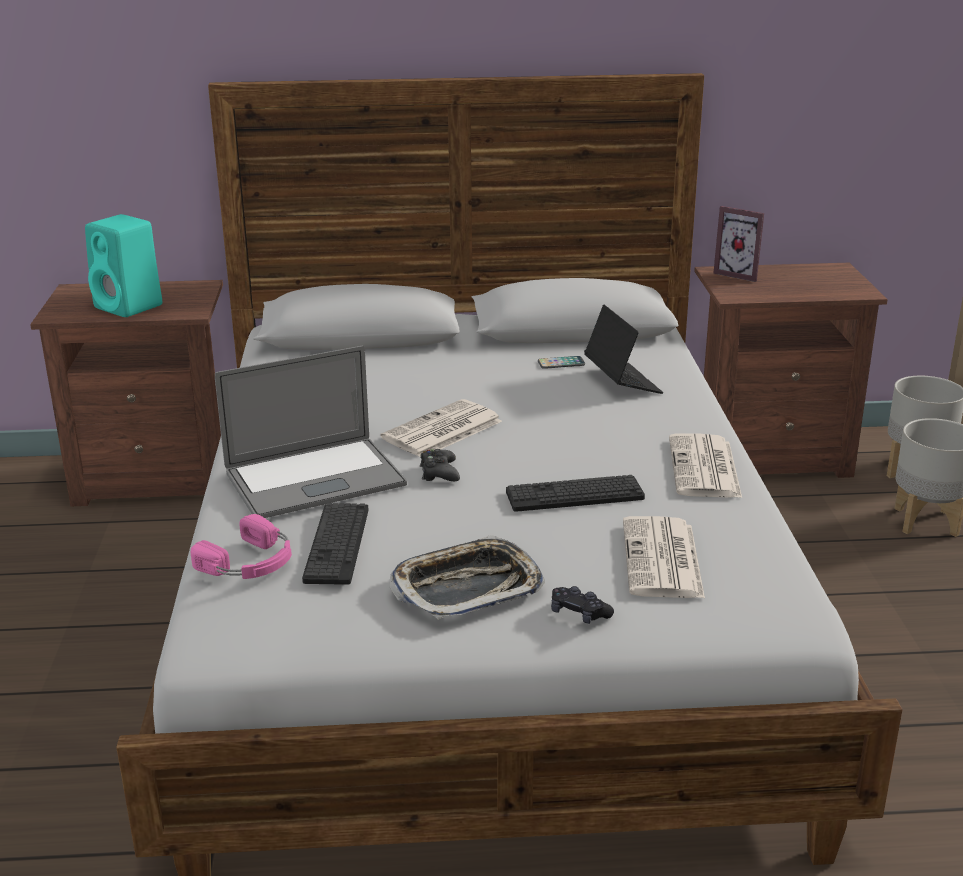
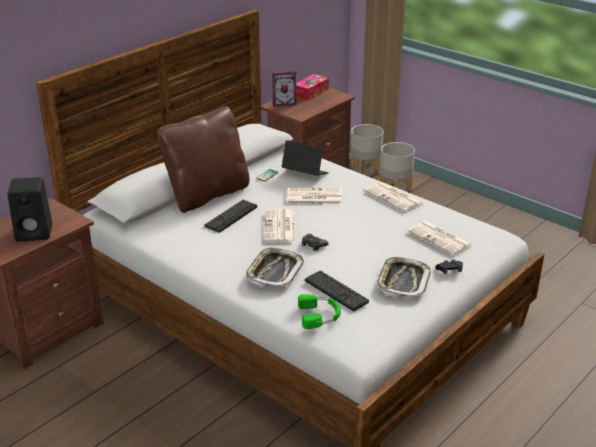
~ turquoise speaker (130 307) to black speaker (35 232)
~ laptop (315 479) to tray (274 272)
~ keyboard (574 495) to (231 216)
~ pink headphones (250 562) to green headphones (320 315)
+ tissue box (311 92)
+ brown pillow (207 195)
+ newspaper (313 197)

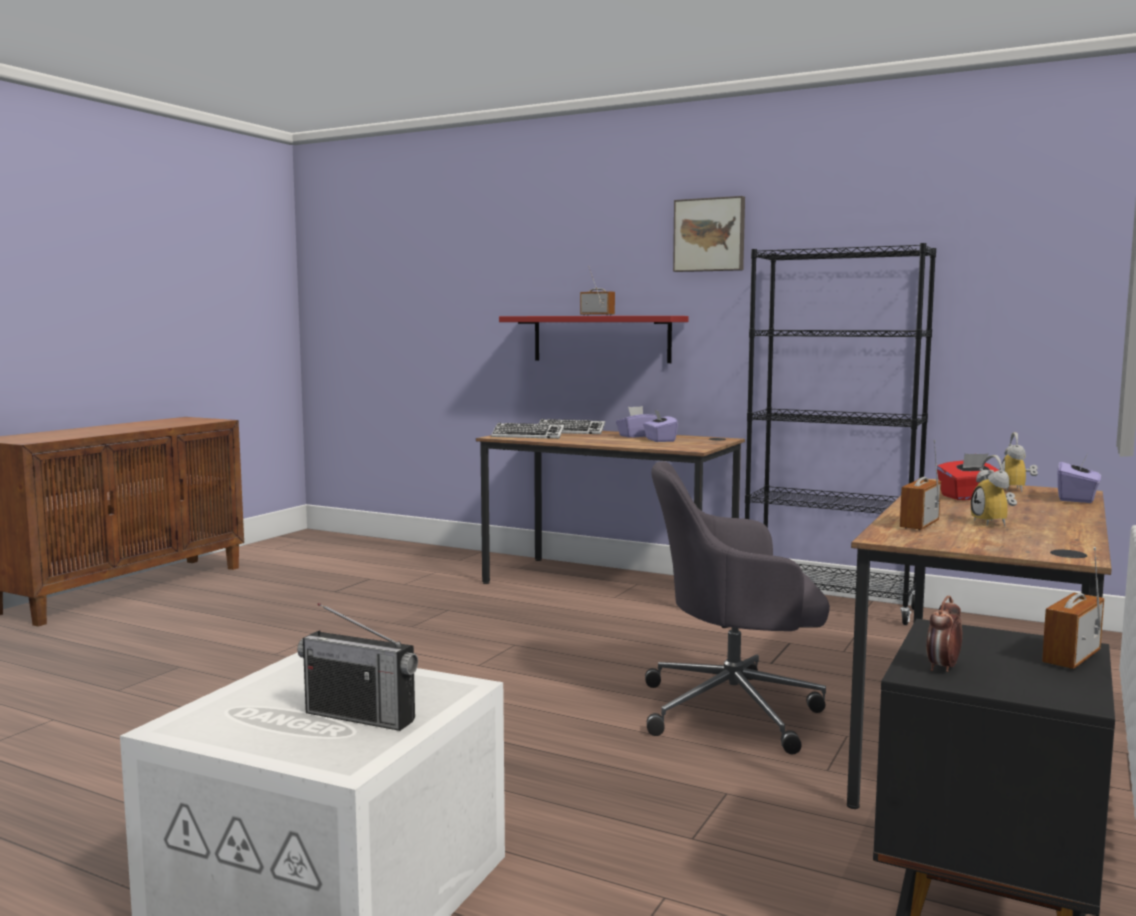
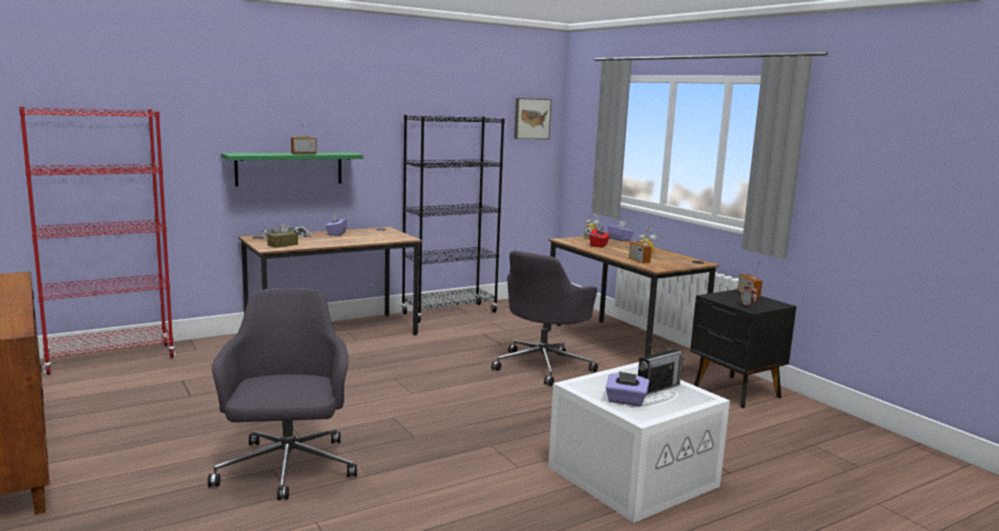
~ picture (709 235) to (531 118)
~ red shelf (601 339) to green shelf (289 168)
~ purple tissue box (659 440) to (625 401)
~ keyboard (528 436) to brown tissue box (283 245)
+ red bookcase (110 359)
+ grey office chair (287 469)

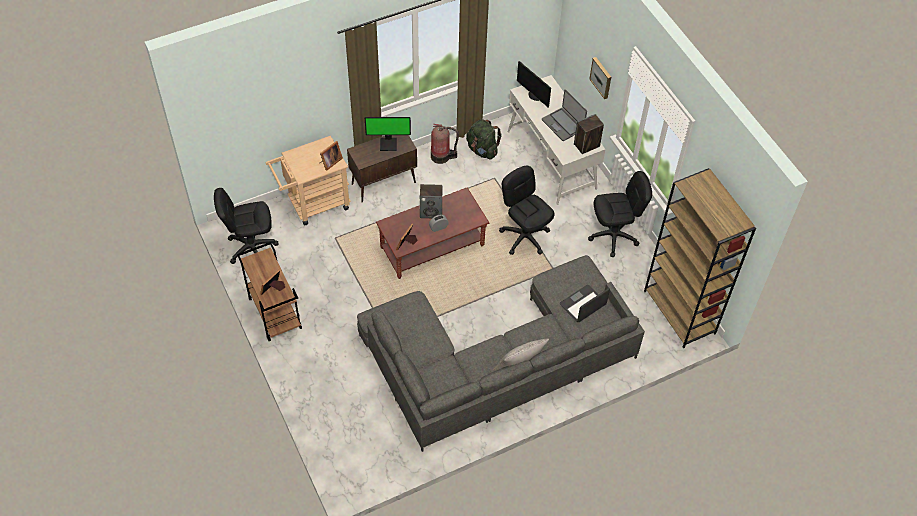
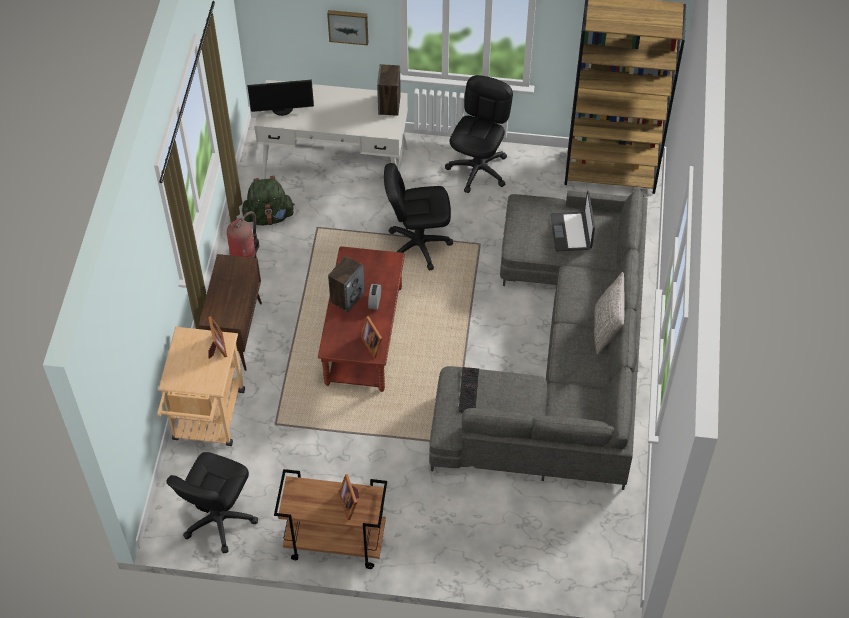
- laptop (563 124)
- monitor (388 143)
+ keyboard (468 389)

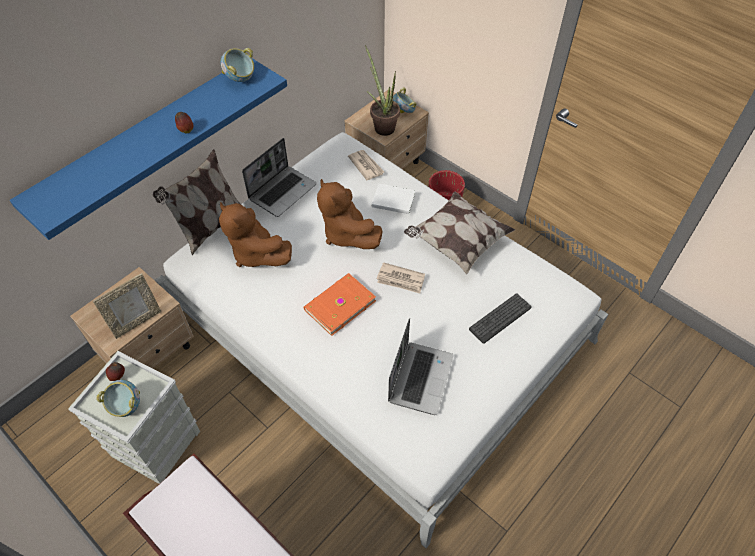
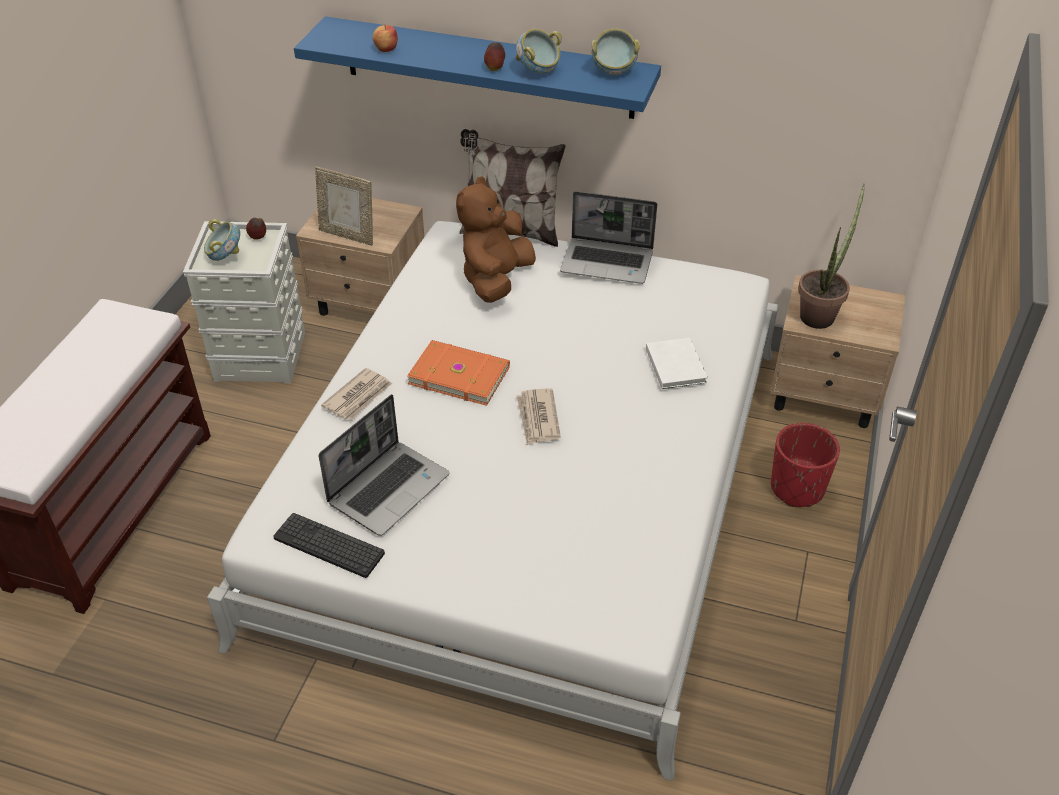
~ bowl (404 112) to (538 72)
~ newspaper (366 165) to (359 397)
- brown plush toy (347 234)
- pillow (457 242)
~ keyboard (500 318) to (329 545)
~ laptop (420 377) = (389 488) 45 degrees counterclockwise
+ apple (386 49)

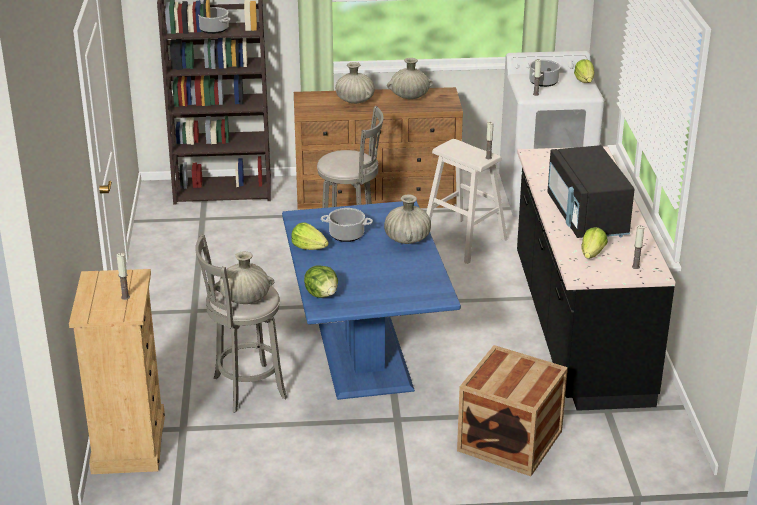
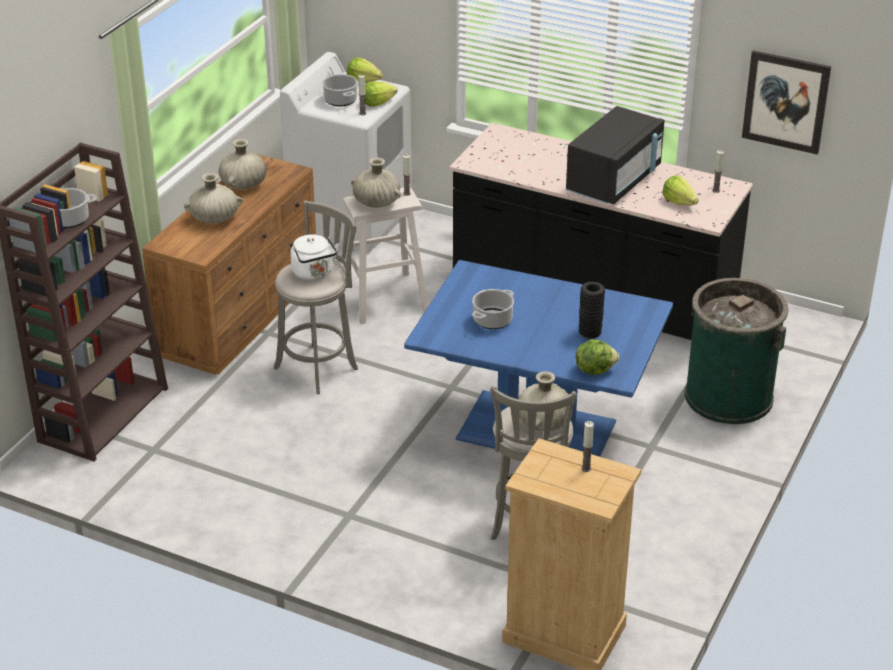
~ black microwave (586 217) = (614 181) 75 degrees counterclockwise
~ beige vase (407 239) to (376 202)
~ lettuce (309 247) to (378 103)
~ crate (510 441) to green trash can (728 396)
+ picture (786 101)
+ white kettle (314 274)
+ black vase (590 331)

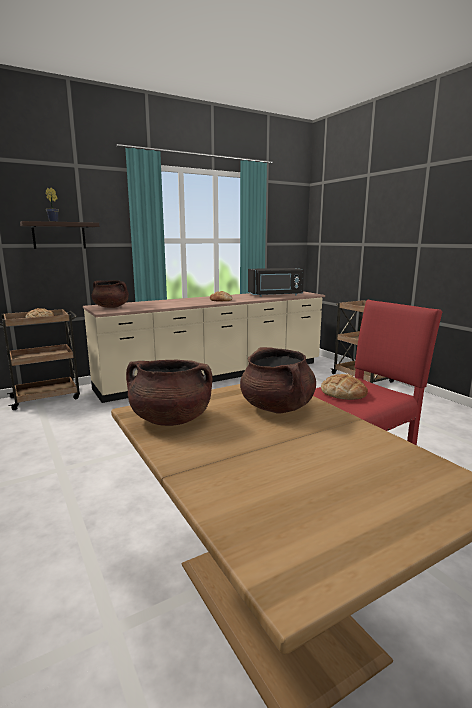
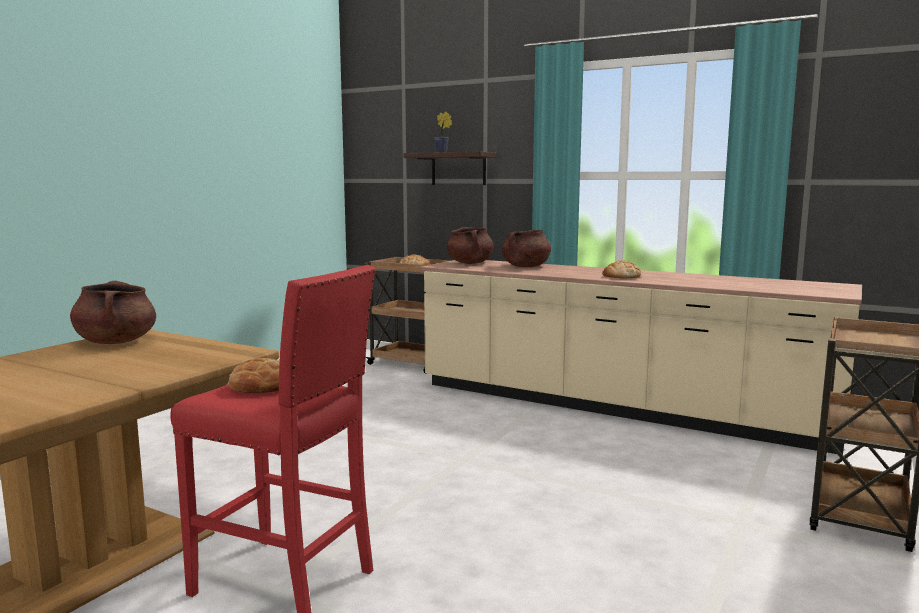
- black microwave (276 295)
~ brown cooking pot (277 408) to (525 266)

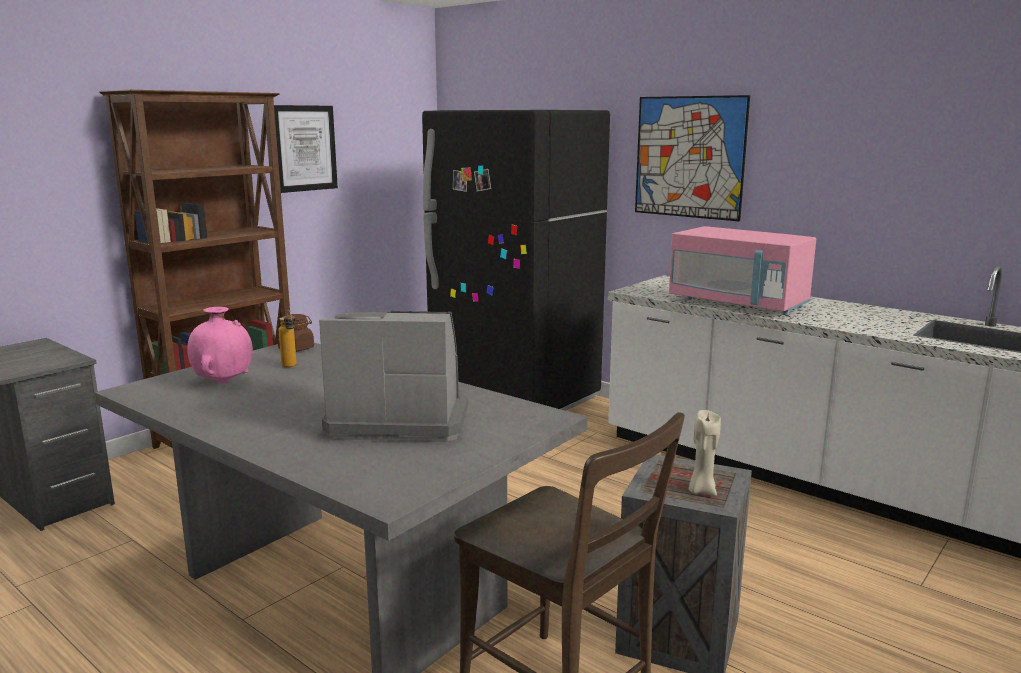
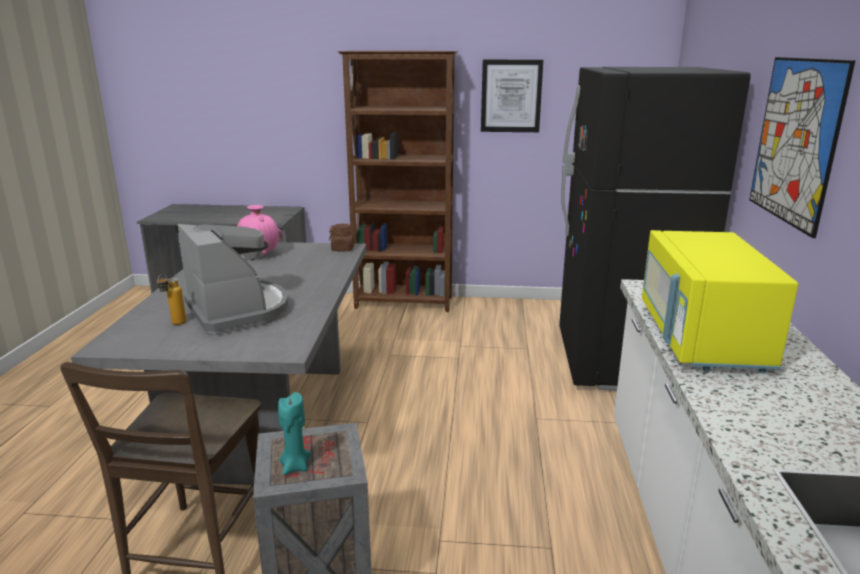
~ pink microwave (738 304) to yellow microwave (701 338)
~ bottle (291 367) to (174 324)
~ beige candle (701 491) to turquoise candle (295 466)

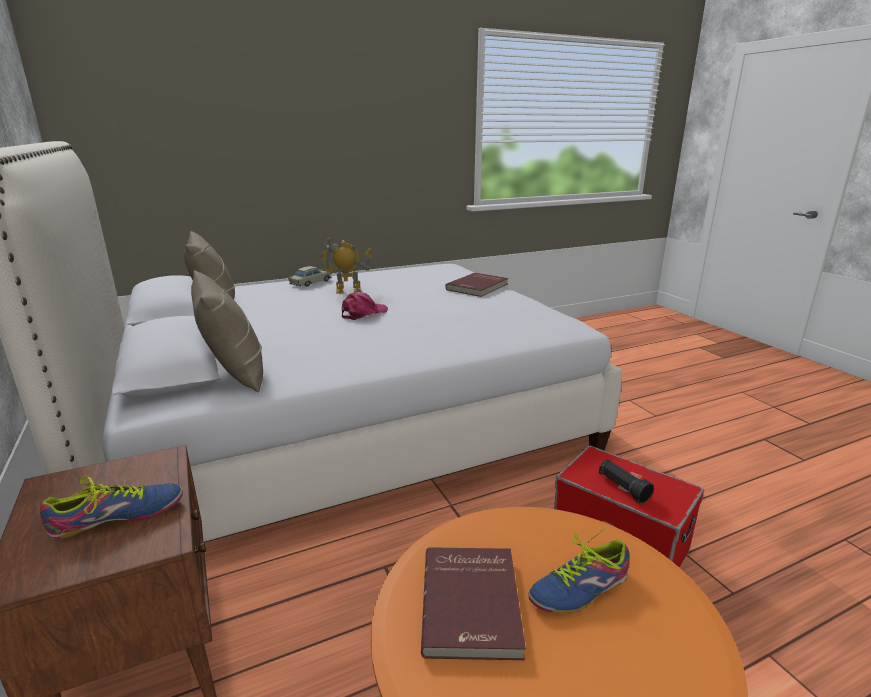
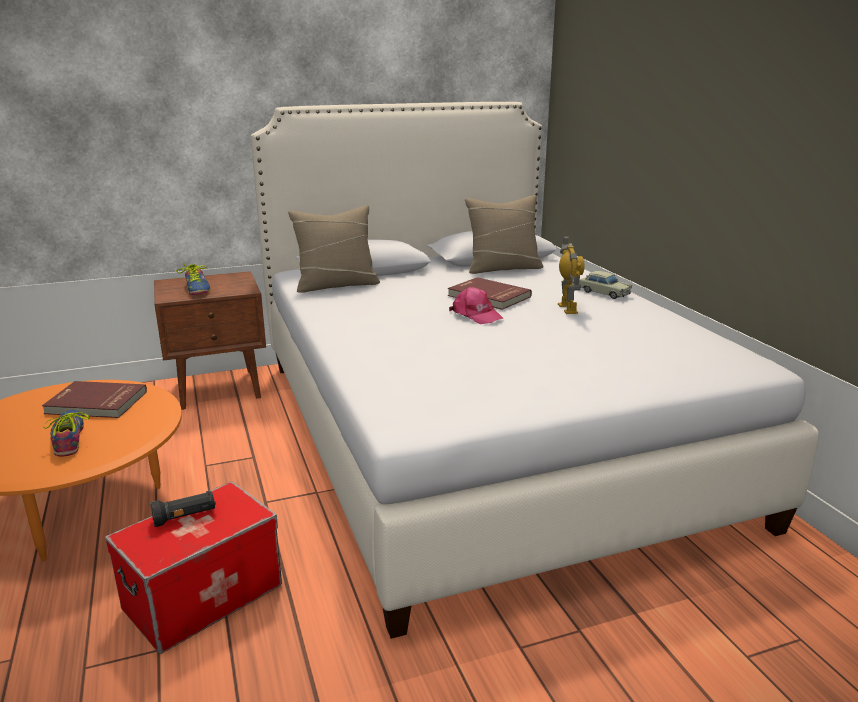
~ red book (478 287) to (488 296)

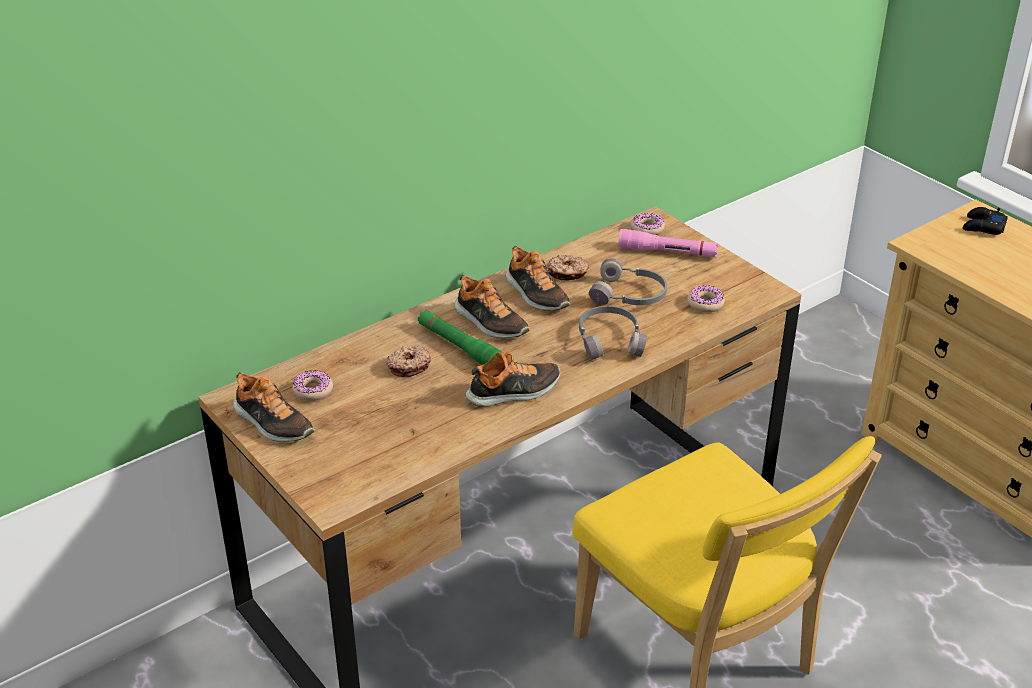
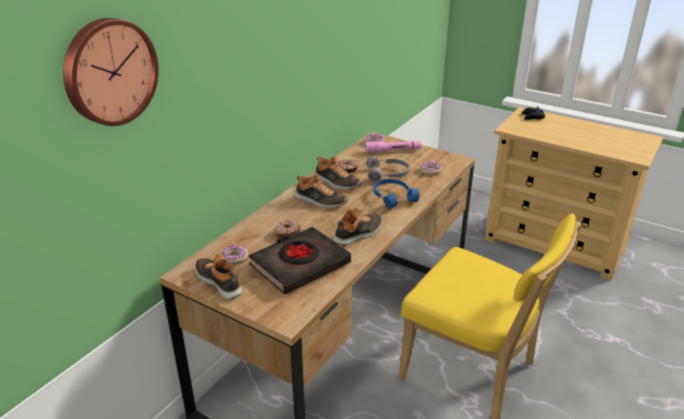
~ grey headphones (610 340) to blue headphones (393 197)
- green flashlight (459 347)
~ shoe (272 423) = (219 282) 150 degrees counterclockwise
+ wall clock (109 71)
+ black book (299 265)

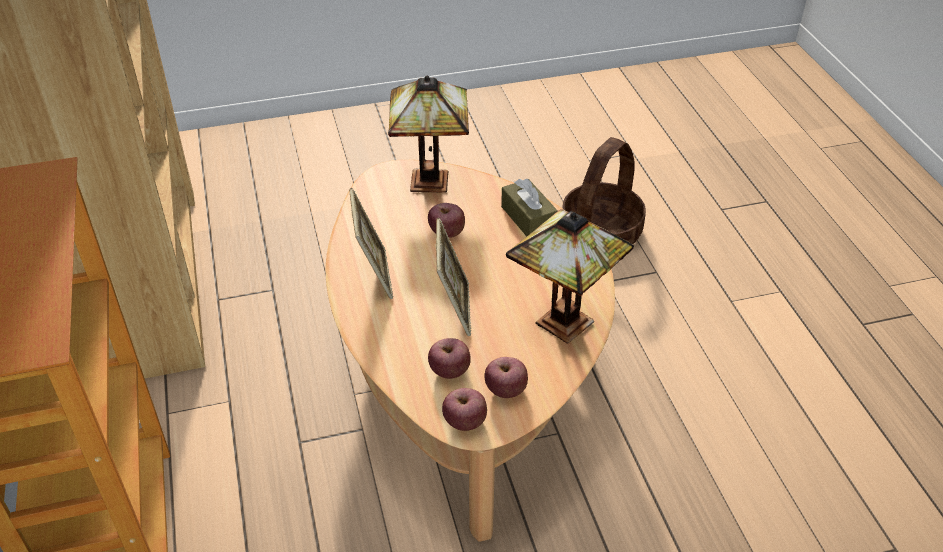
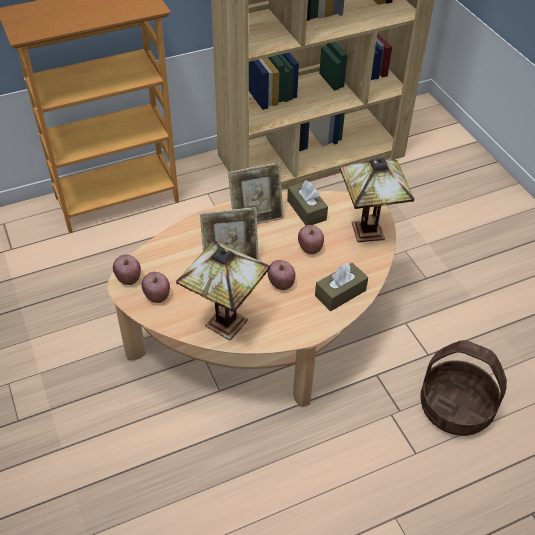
~ apple (450 371) to (281 283)
+ brown tissue box (306 210)

